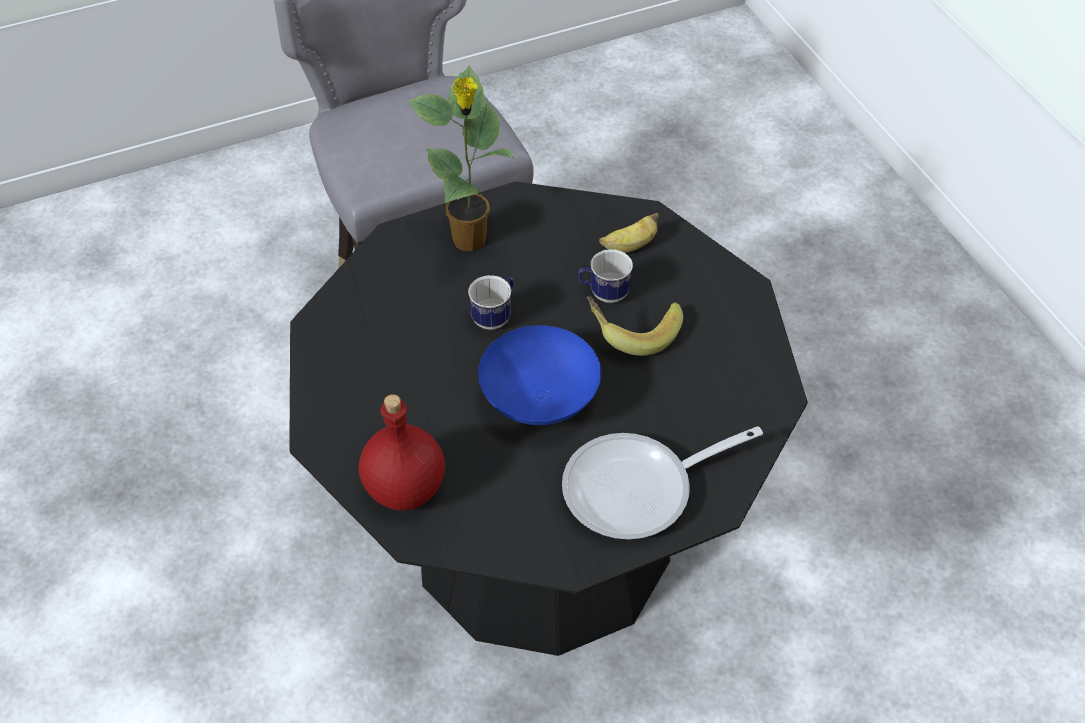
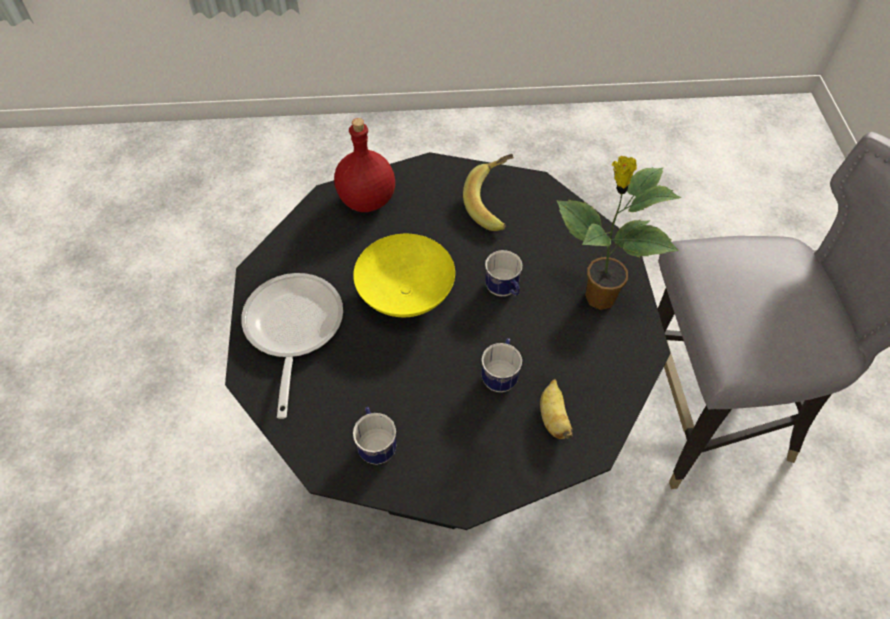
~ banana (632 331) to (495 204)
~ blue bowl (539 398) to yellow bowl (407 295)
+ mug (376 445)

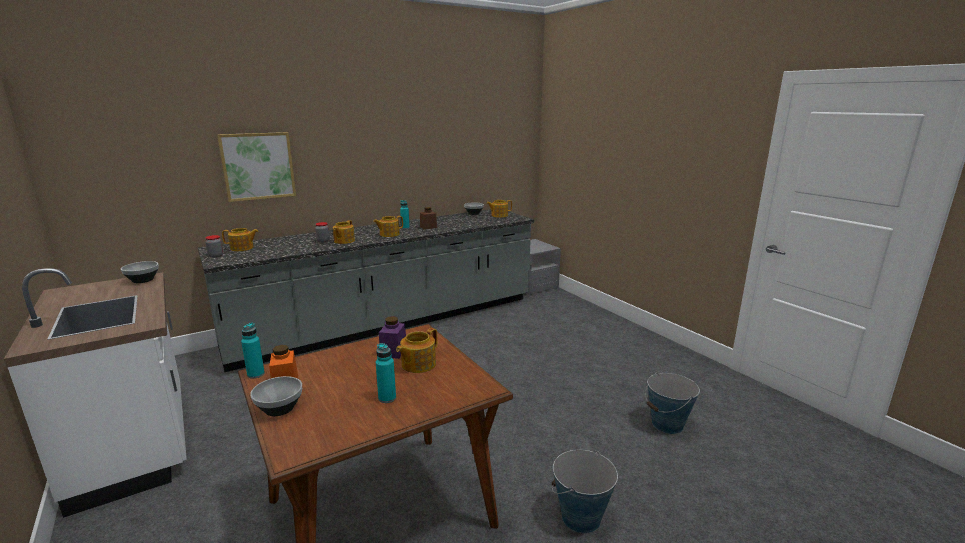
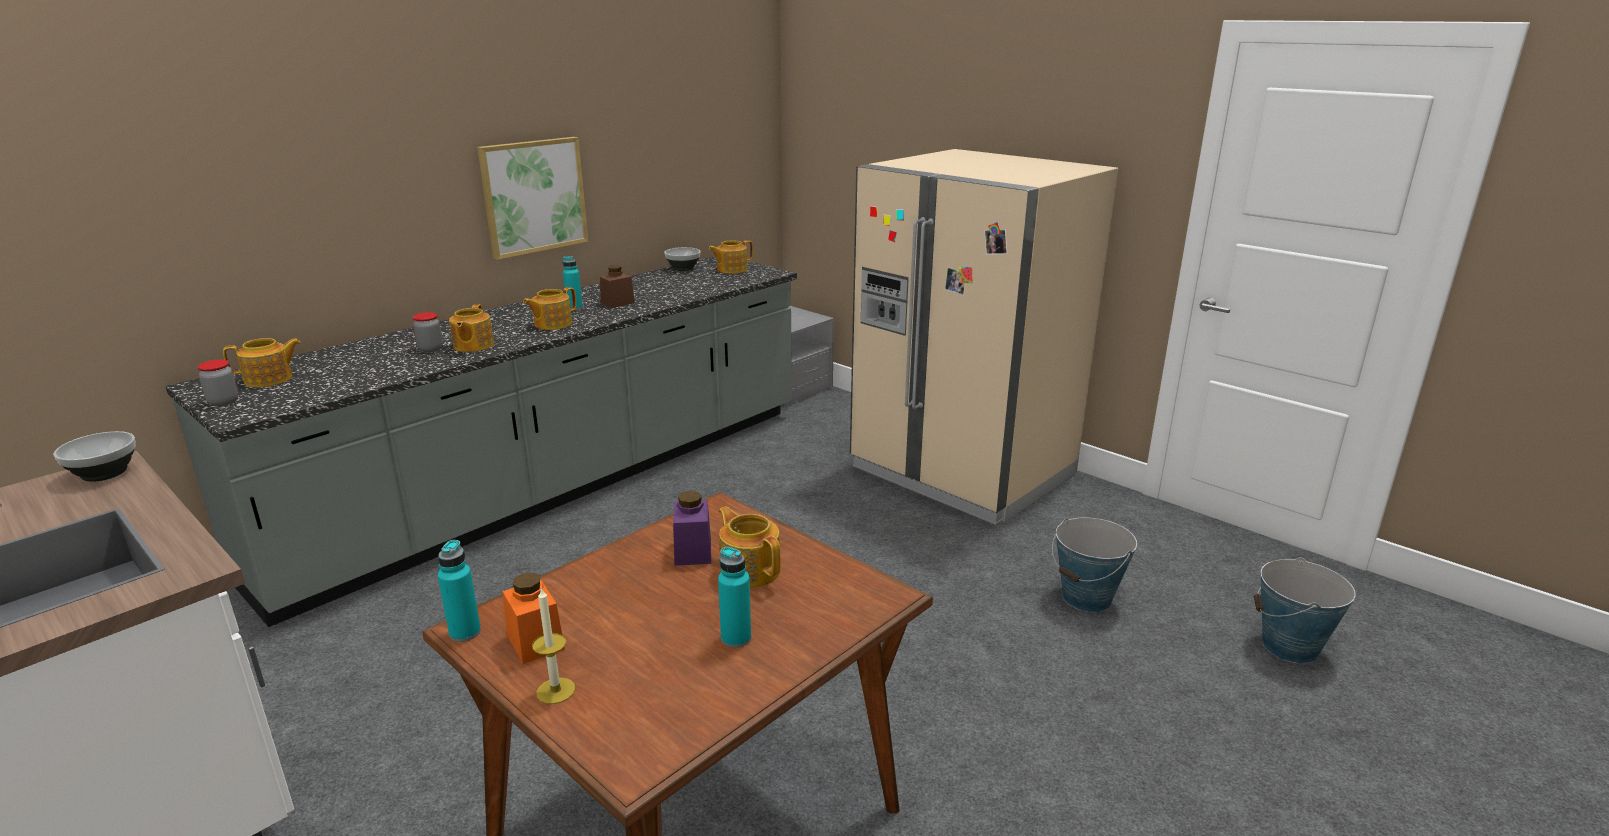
~ picture (258 166) to (534 196)
~ teapot (417 364) = (750 570) 120 degrees clockwise
~ bowl (279 409) to candle (555 691)
~ bucket (580 517) to (1289 647)
+ beige fridge (962 471)

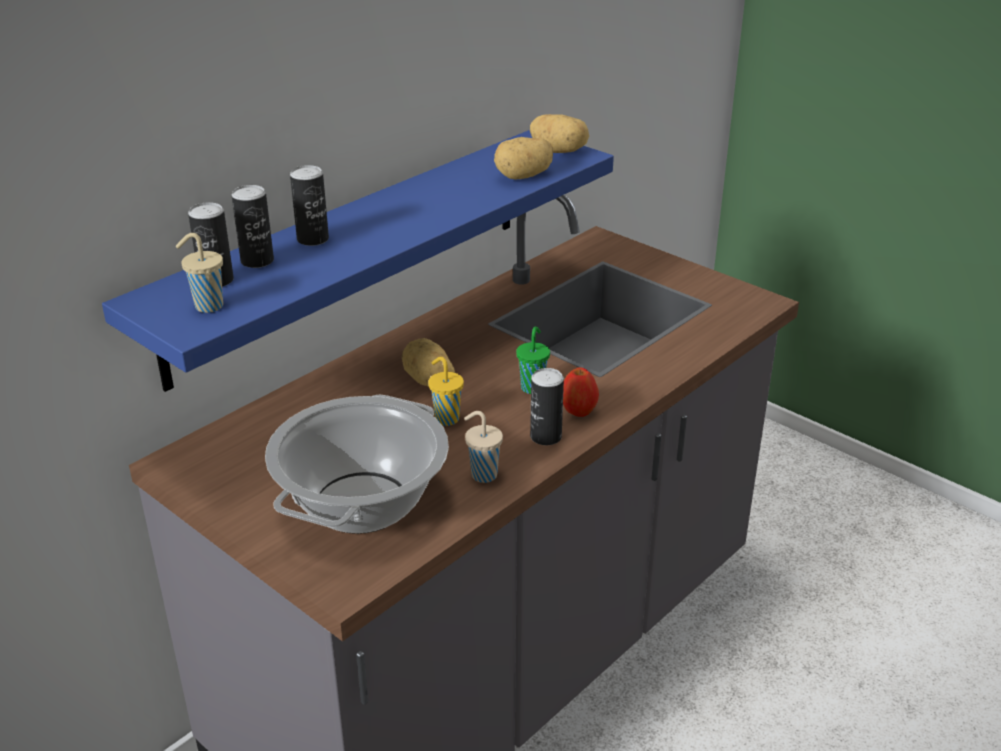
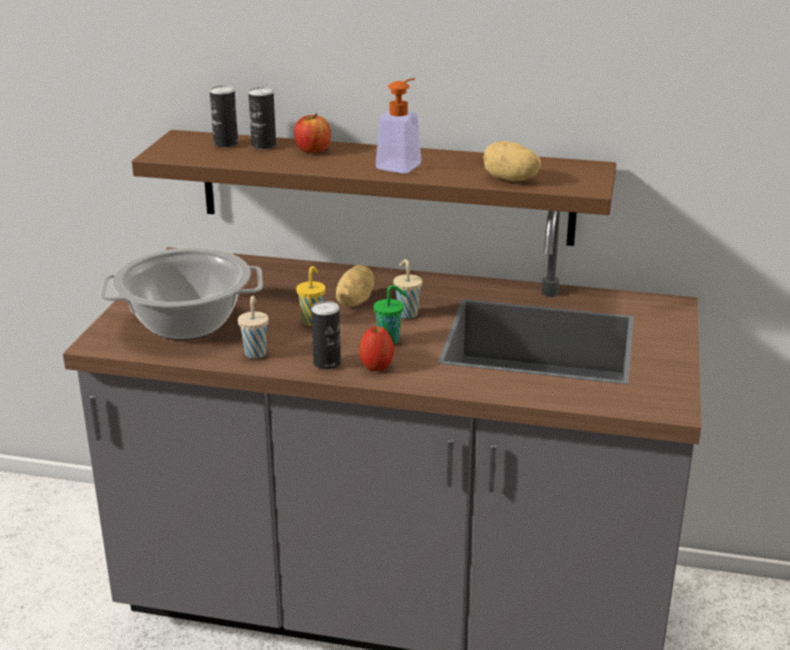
- potato (559 151)
~ blue shelf (352 251) to brown shelf (385 187)
~ can (313 239) to apple (313 150)
~ beige cup (207 306) to (407 313)
+ soap dispenser (402 164)

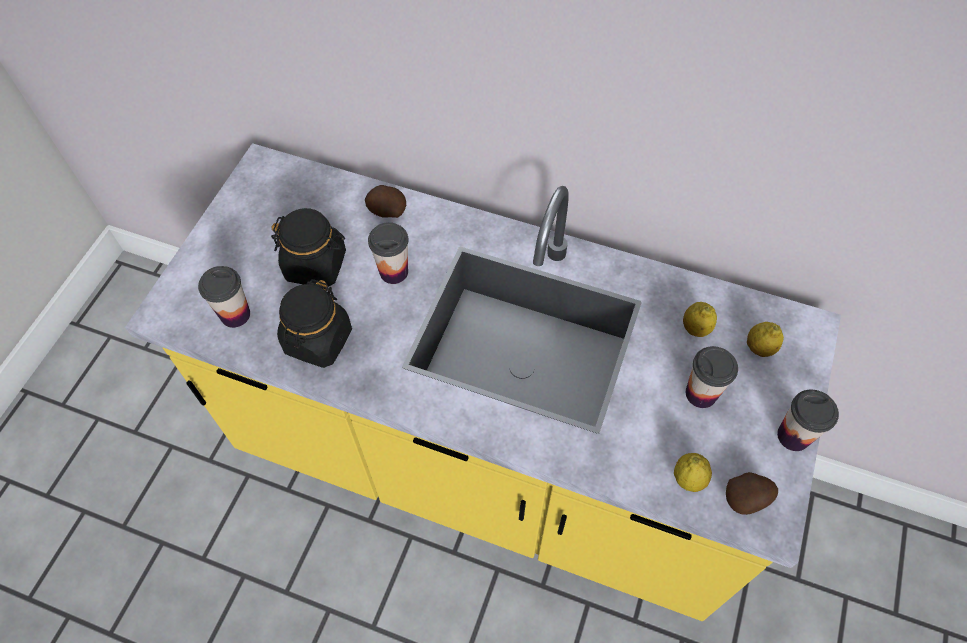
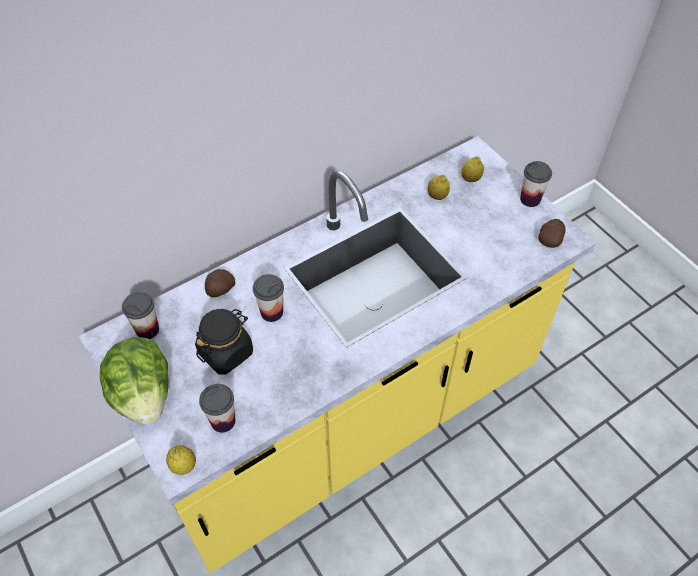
- black jar (318 340)
~ cup (701 394) to (147 330)
~ lemon (688 479) to (183 466)
+ lettuce (143 395)

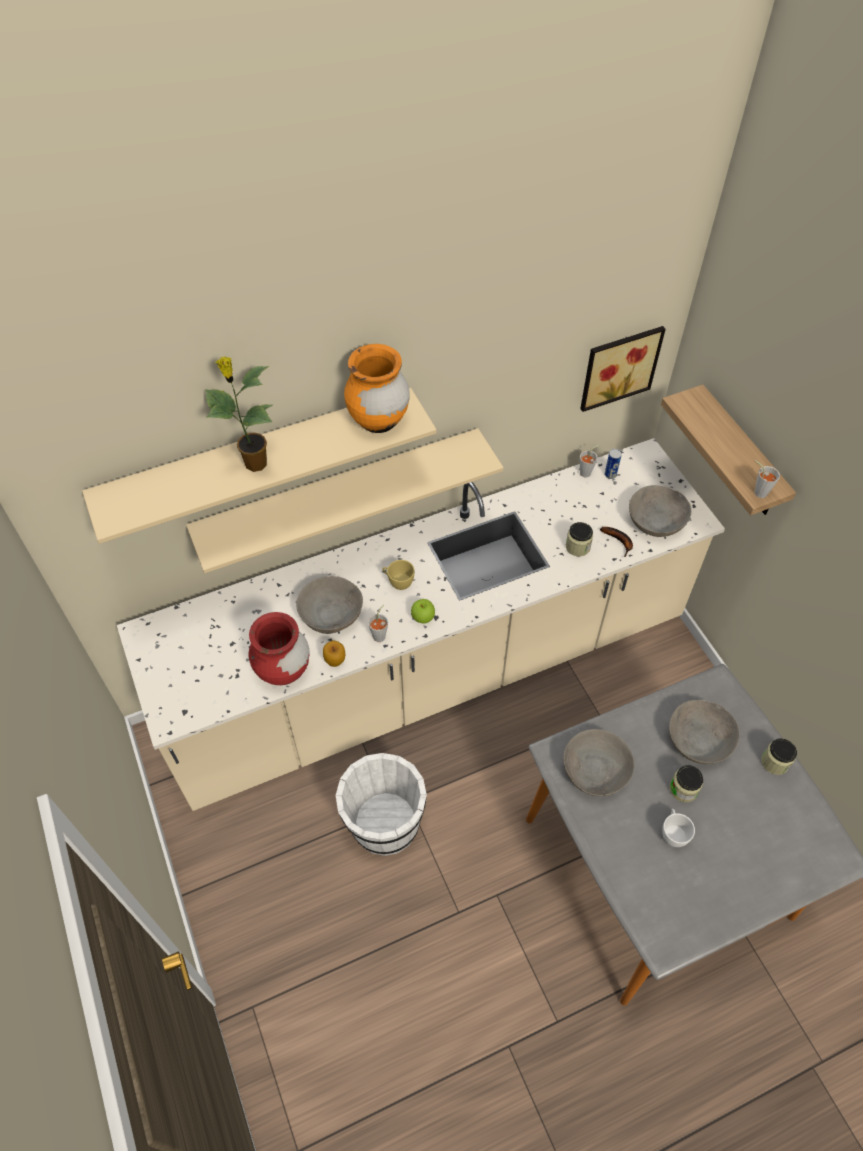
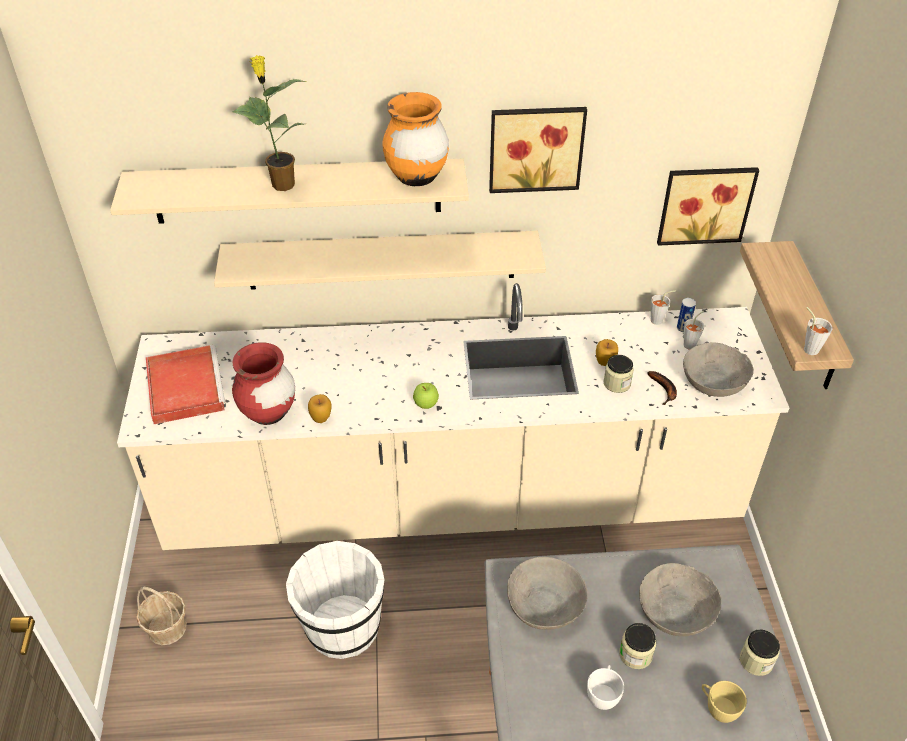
~ yellow cup (398 582) to (717 709)
- grey bowl (331 614)
~ grey cup (381 634) to (691 344)
+ picture (535 147)
+ apple (605 362)
+ red tray (184 386)
+ basket (167 627)

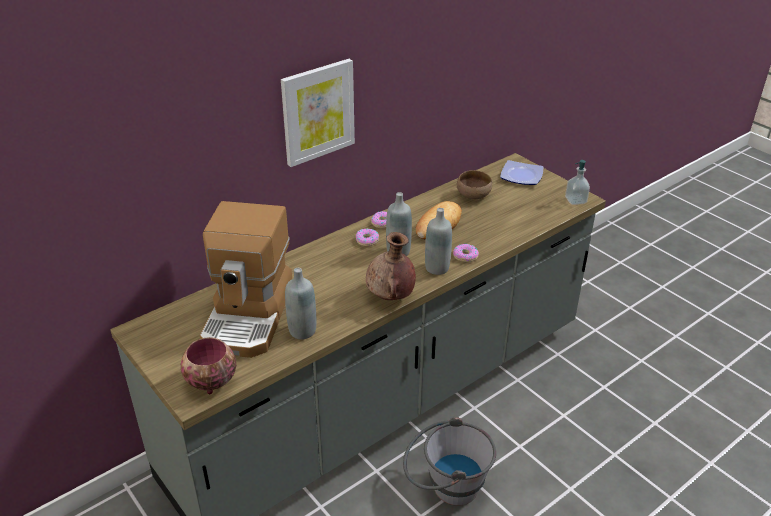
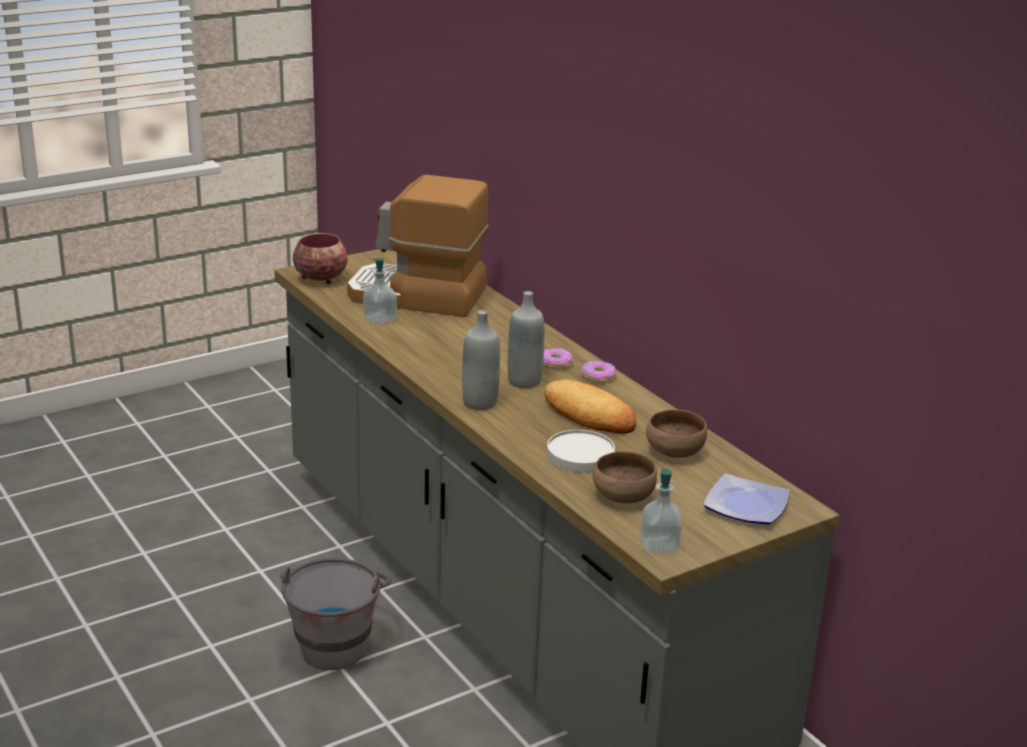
- picture (317 112)
- brown vase (390 297)
- donut (465 256)
~ grey bottle (302 331) to soap dispenser (380 319)
+ white plate (580 455)
+ brown bowl (622 497)

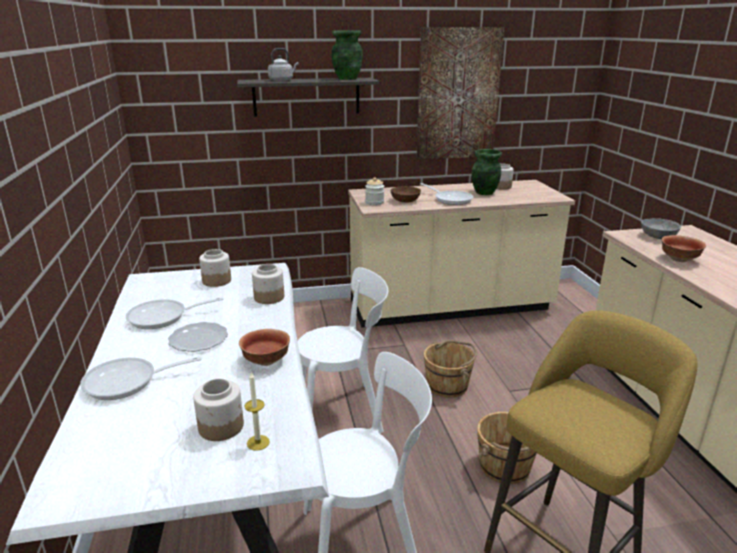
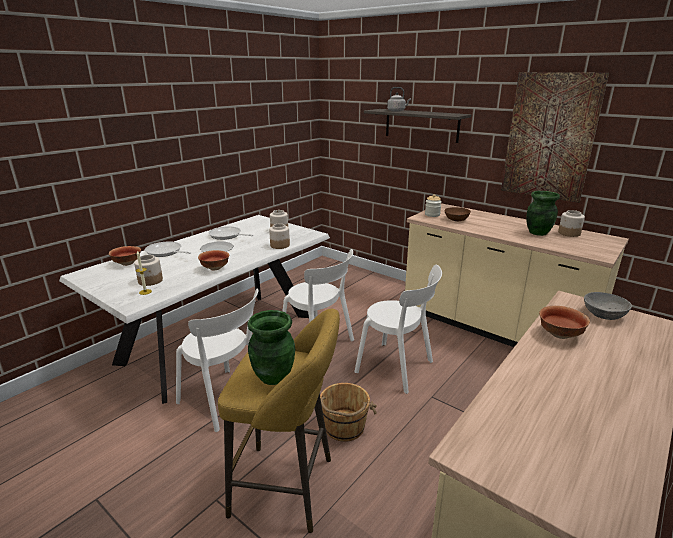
~ green vase (347 79) to (273 376)
- frying pan (450 199)
~ brown bucket (448 385) to white chair (397 368)
+ bowl (127 263)

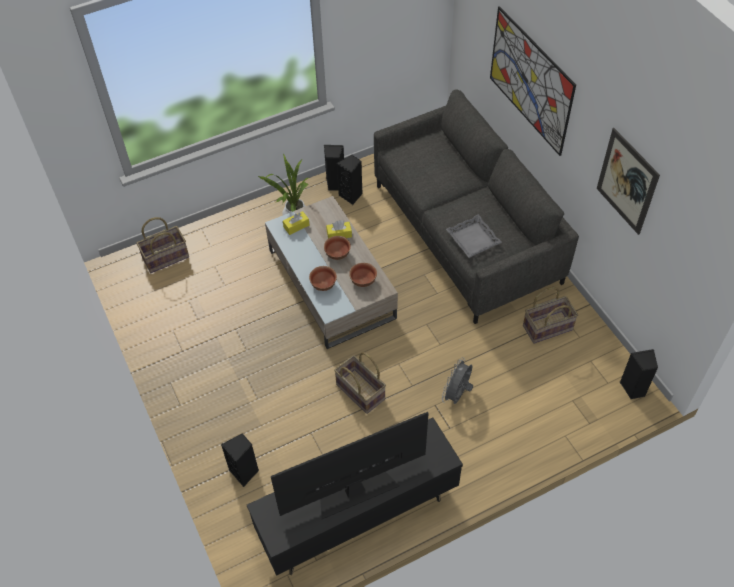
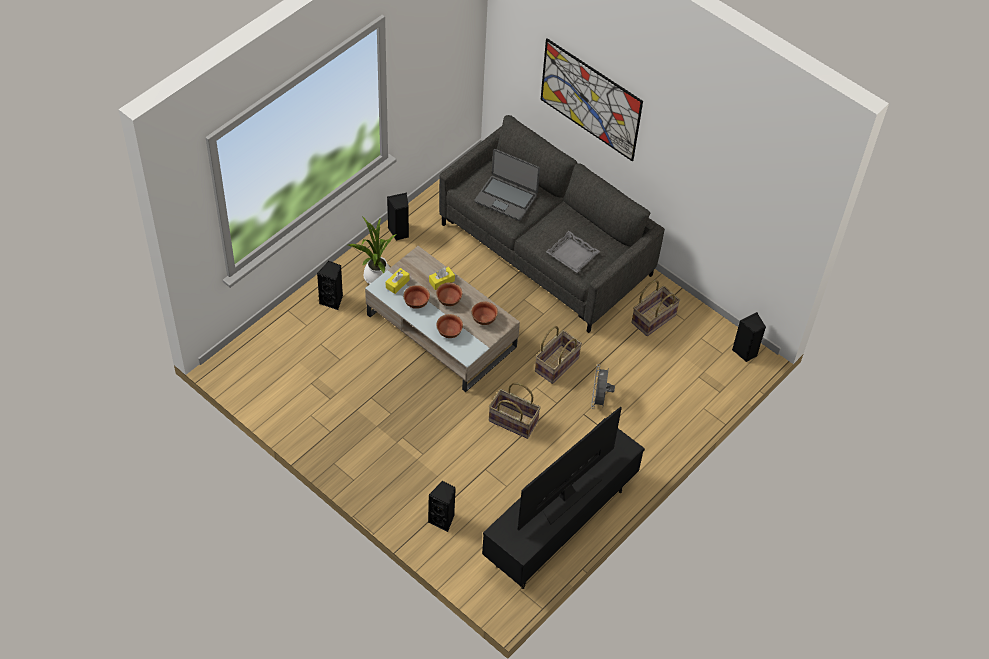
- picture (627 181)
~ black speaker (351 195) to (332 300)
~ basket (166 257) to (556 364)
+ laptop (506 198)
+ bowl (416 302)

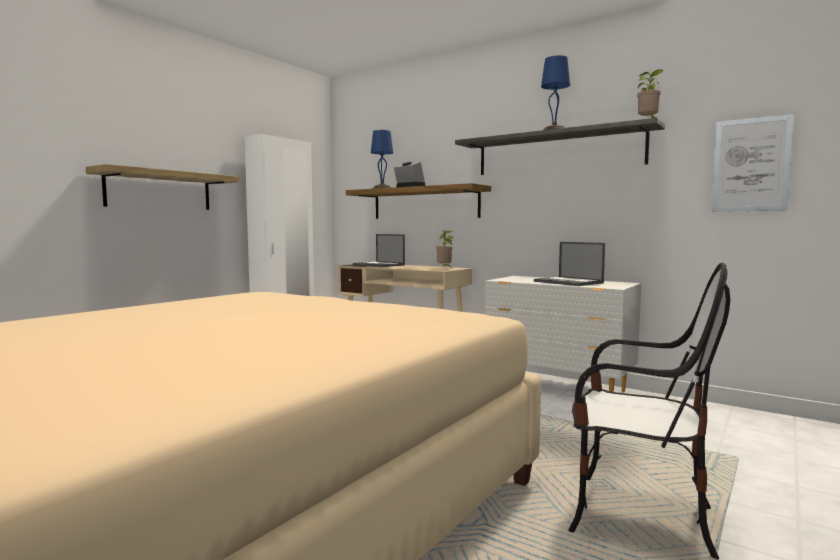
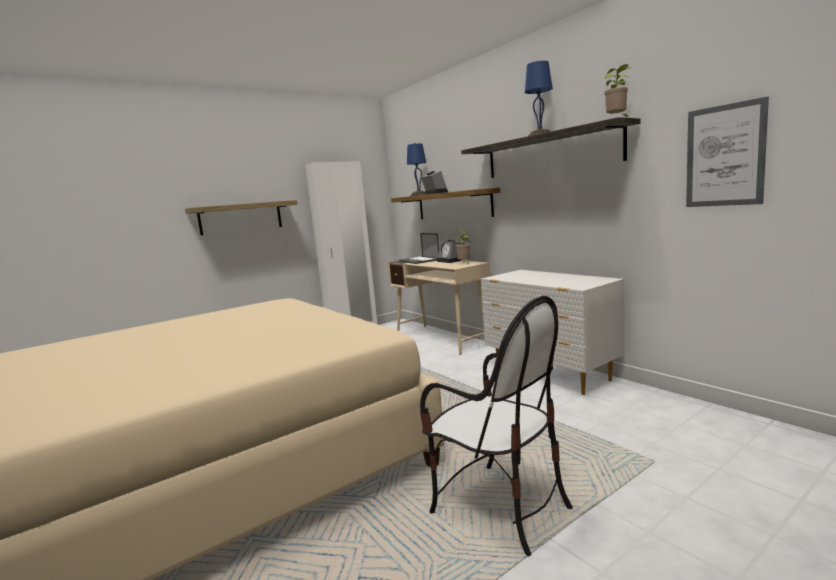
- laptop (569 282)
+ alarm clock (450 261)

